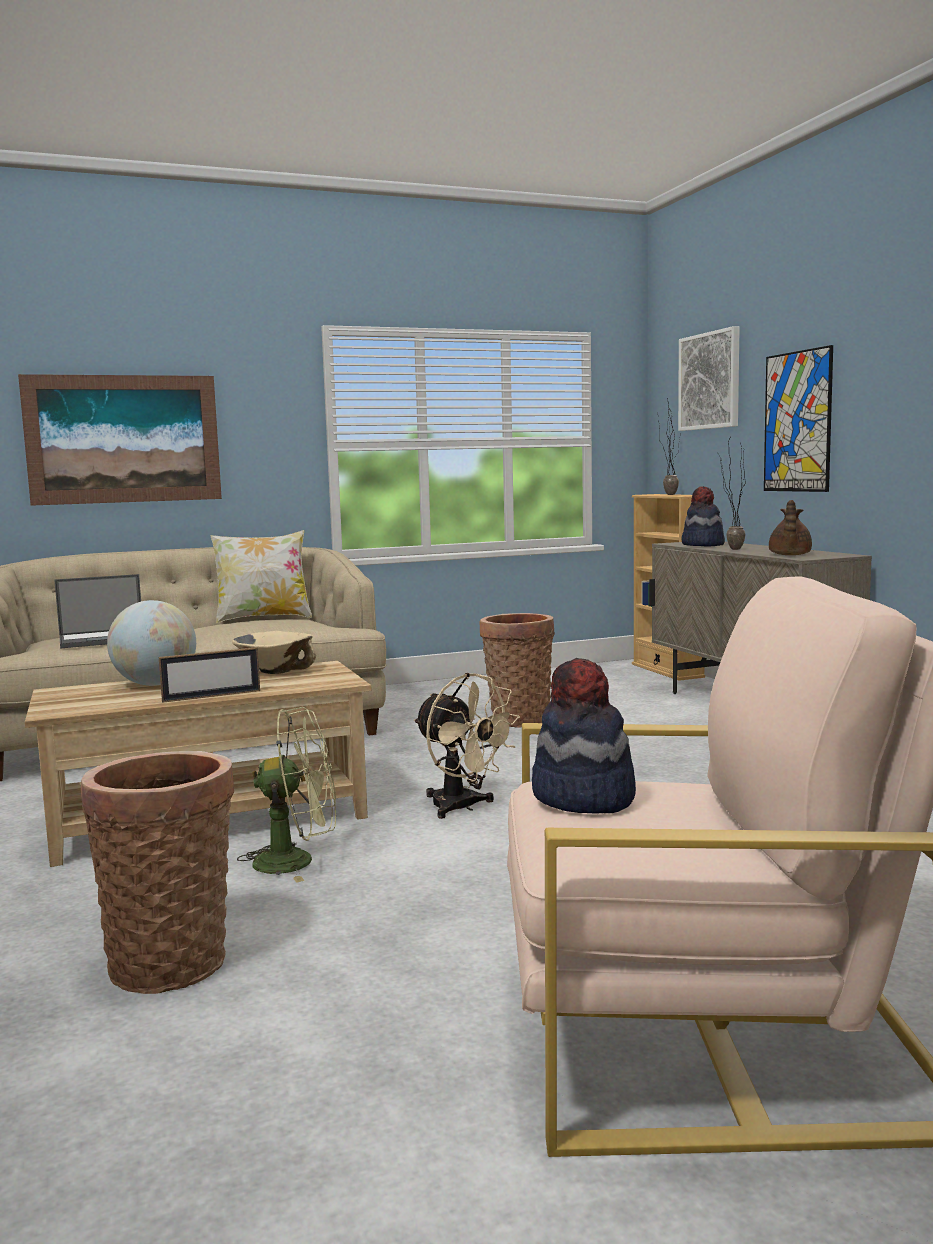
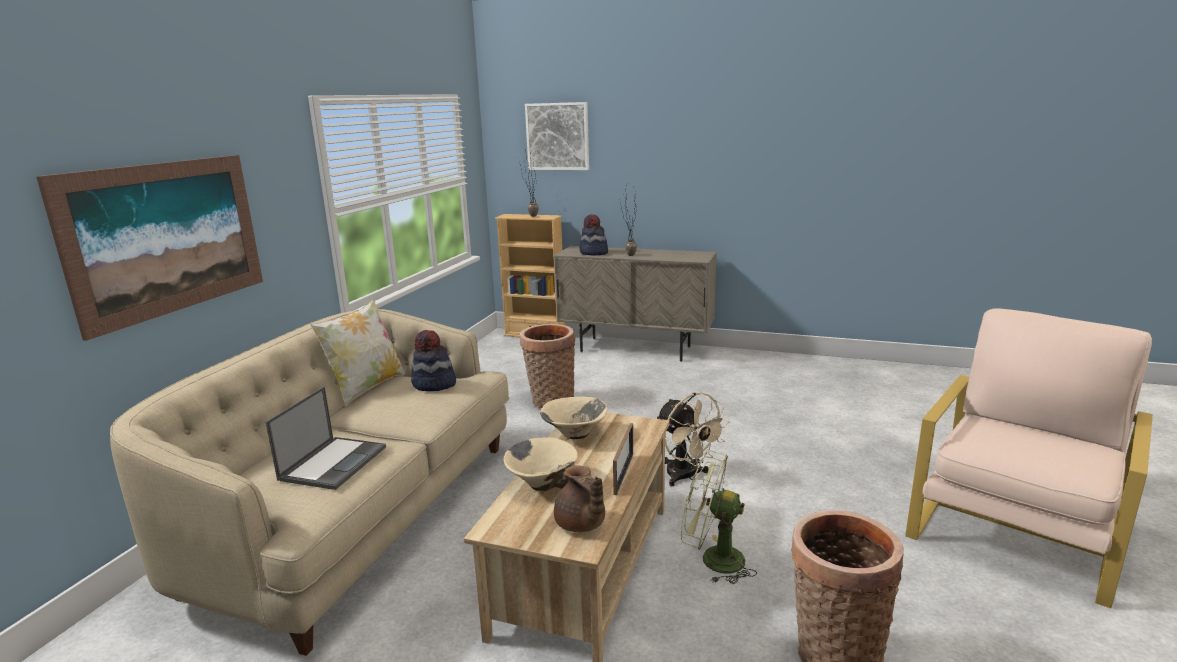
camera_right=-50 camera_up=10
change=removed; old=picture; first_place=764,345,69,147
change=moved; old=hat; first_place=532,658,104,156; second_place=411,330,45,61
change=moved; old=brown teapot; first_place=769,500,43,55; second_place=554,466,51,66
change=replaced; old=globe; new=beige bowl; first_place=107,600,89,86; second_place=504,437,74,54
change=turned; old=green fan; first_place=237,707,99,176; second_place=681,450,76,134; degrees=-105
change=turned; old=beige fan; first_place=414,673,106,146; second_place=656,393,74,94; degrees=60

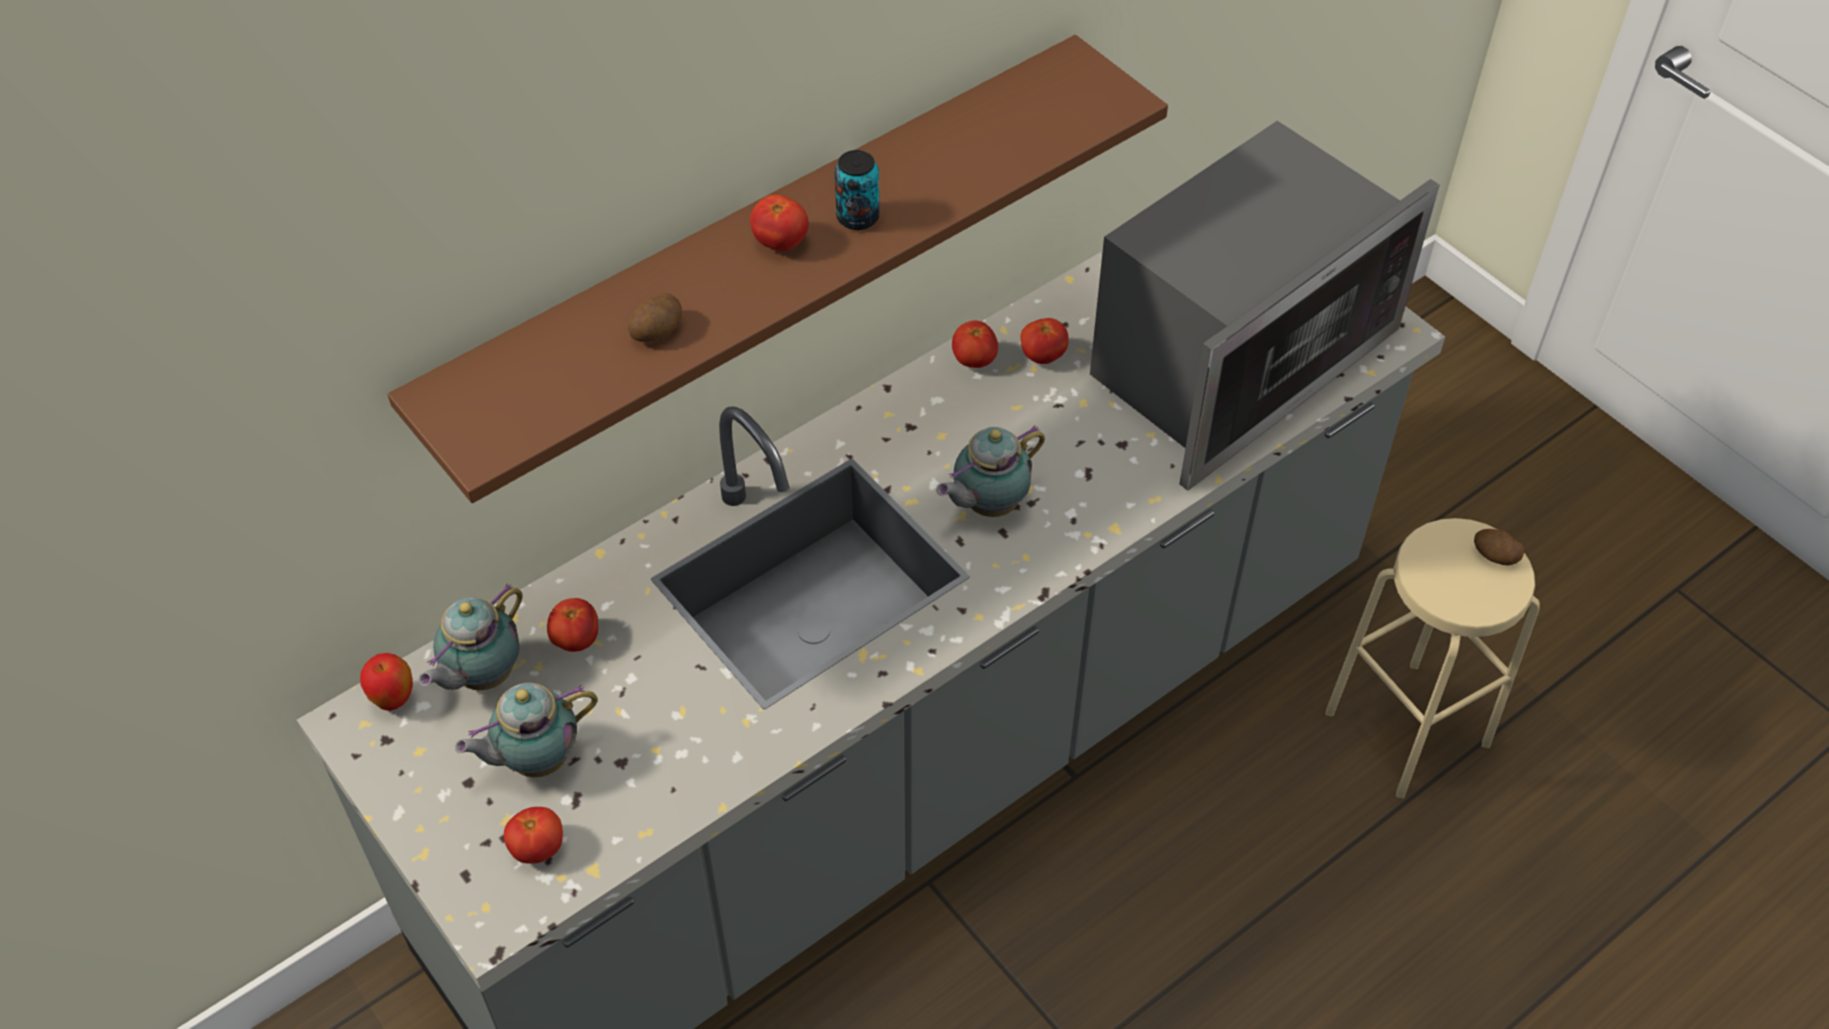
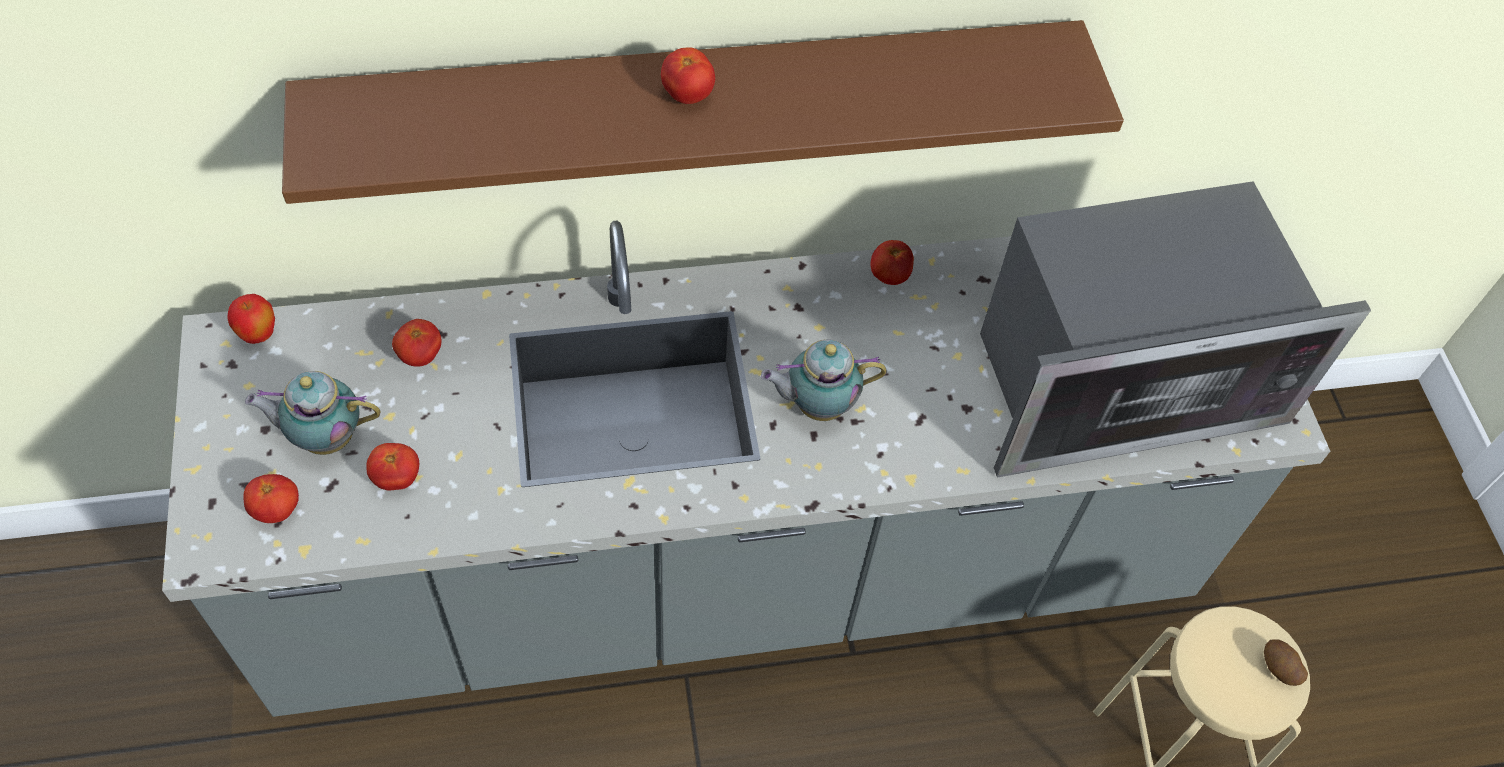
camera_right=25 camera_up=5
change=removed; old=teapot; first_place=419,584,104,106
change=removed; old=potato; first_place=628,293,54,49
change=removed; old=can; first_place=835,150,45,80
change=moved; old=tomato; first_place=1020,318,49,46; second_place=366,443,53,47

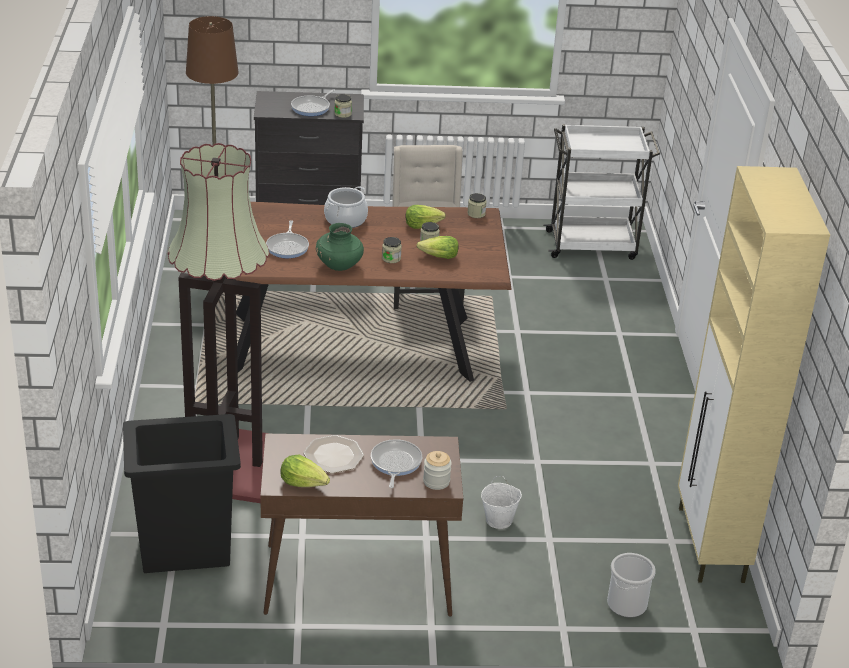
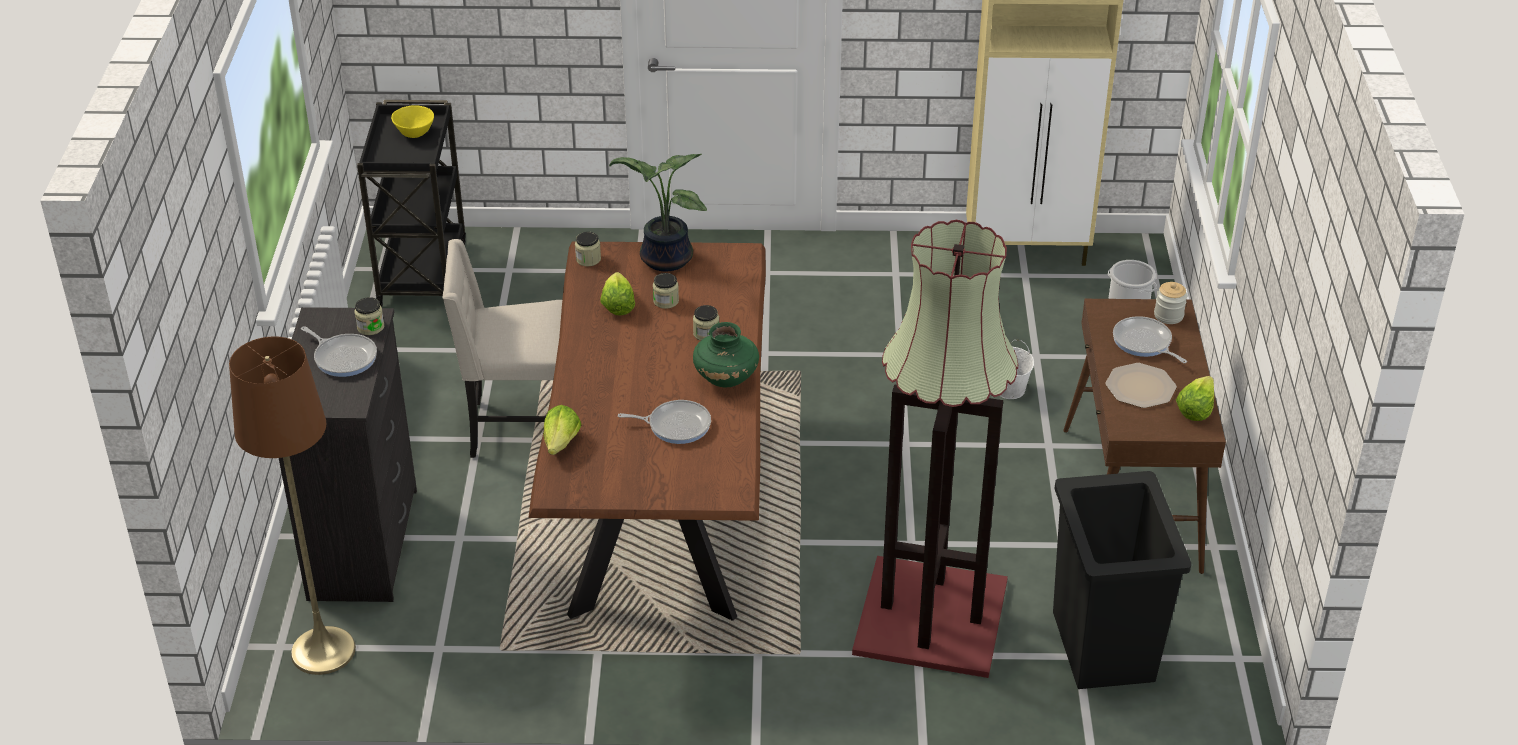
camera_right=-85 camera_up=5
change=removed; old=cooking pot; first_place=324,186,44,42
change=added; new=yellow bowl; second_place=391,105,43,33
change=added; new=potted plant; second_place=609,154,98,118
change=moved; old=lettuce; first_place=417,236,42,23; second_place=544,405,37,50
change=recoloured; old=white cart; new=black cart; first_place=543,124,117,136; second_place=357,100,109,207
change=turned; old=frying pan; first_place=371,439,51,49; second_place=1113,316,74,47; degrees=45

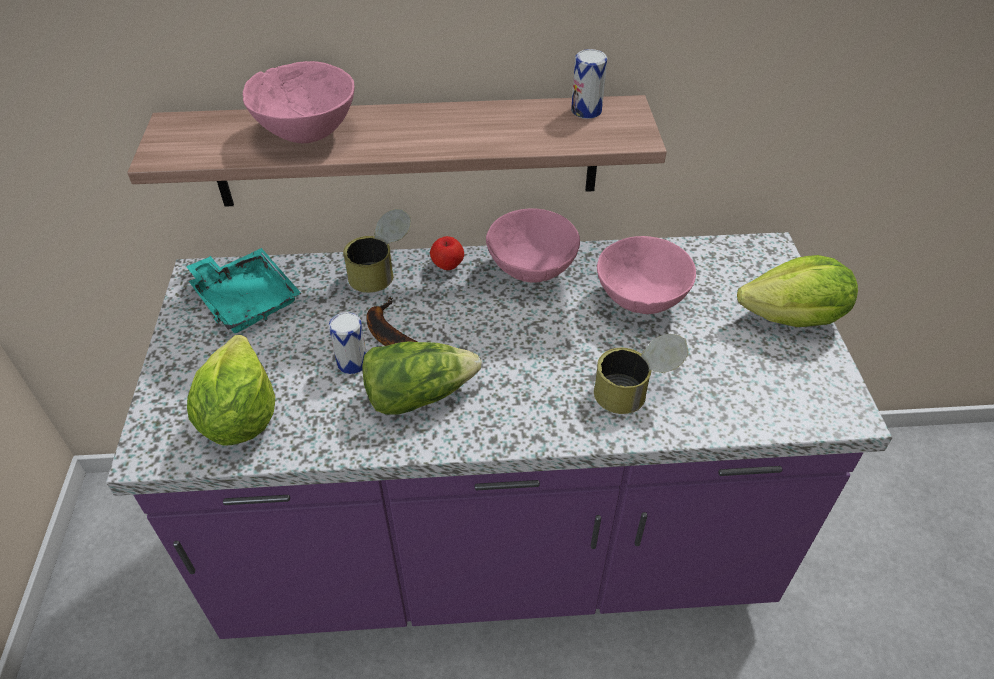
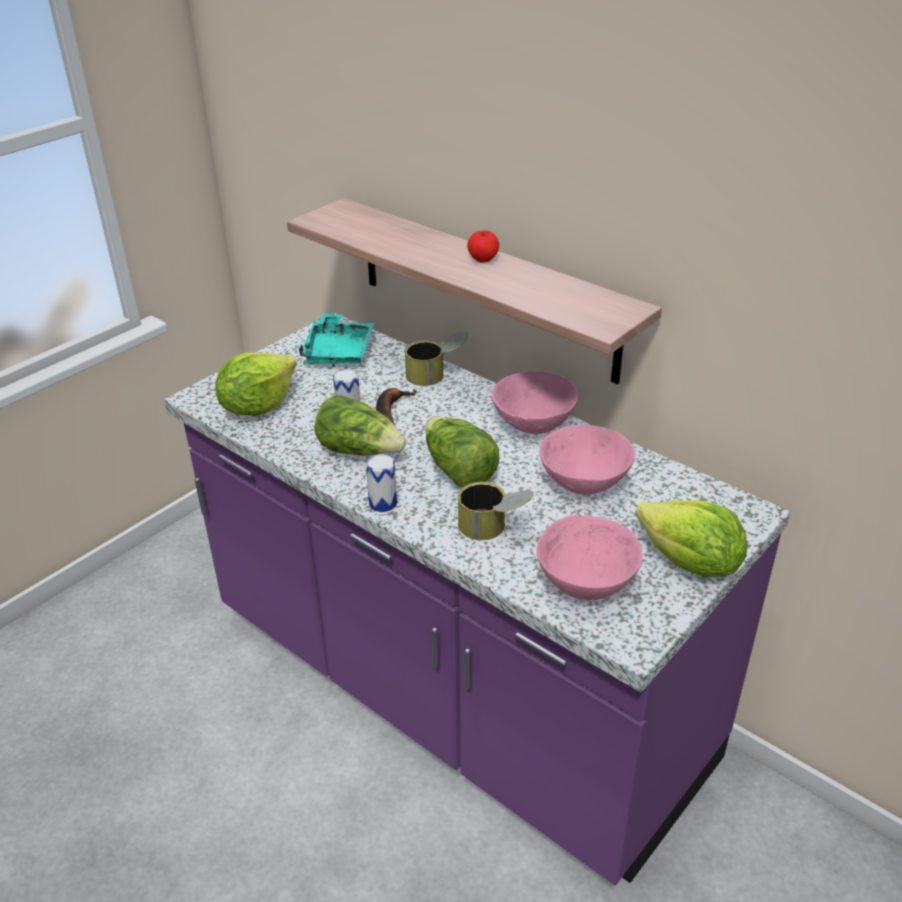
camera_right=45 camera_up=-10
change=added; new=lettuce; second_place=425,417,74,70
change=moved; old=pink bowl; first_place=243,61,111,82; second_place=536,515,107,85
change=moved; old=apple; first_place=430,236,34,34; second_place=467,230,32,33
change=moved; old=can; first_place=571,49,36,70; second_place=366,454,31,58

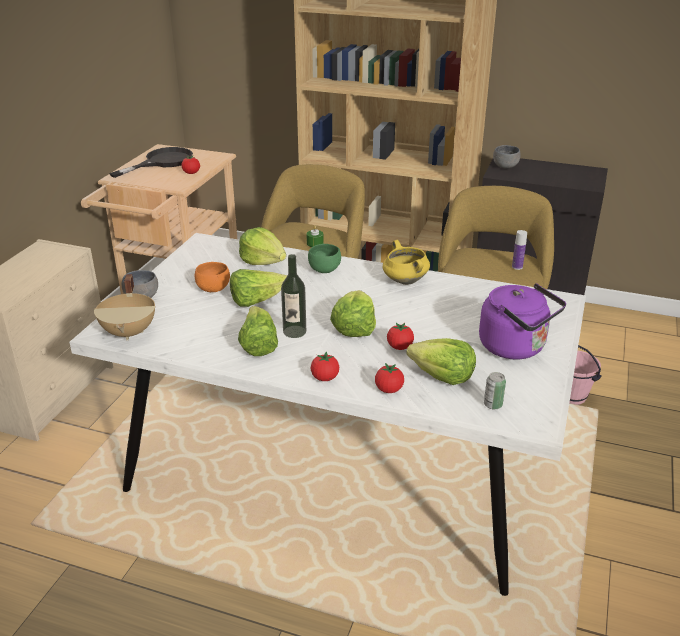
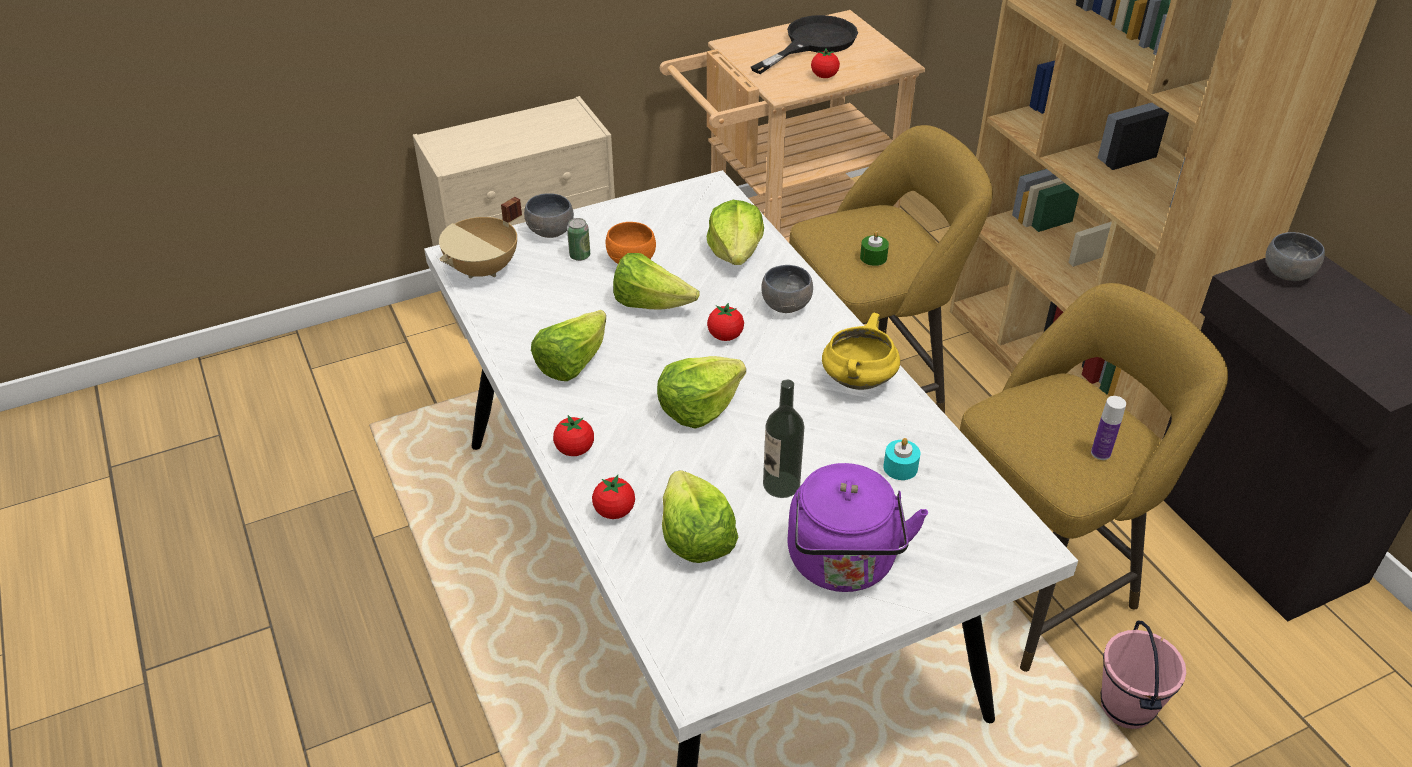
camera_right=45 camera_up=10
change=added; new=turquoise candle; second_place=883,438,37,42
change=moved; old=bottle; first_place=281,254,25,84; second_place=763,380,41,118
change=moved; old=tomato; first_place=387,323,27,27; second_place=707,303,37,38
change=moved; old=can; first_place=484,372,22,37; second_place=567,218,23,43
change=recoloured; old=green bowl; new=grey bowl; first_place=308,244,33,29; second_place=761,265,52,48
change=turned; old=black frying pan; first_place=109,147,84,31; second_place=751,15,107,59; degrees=-45

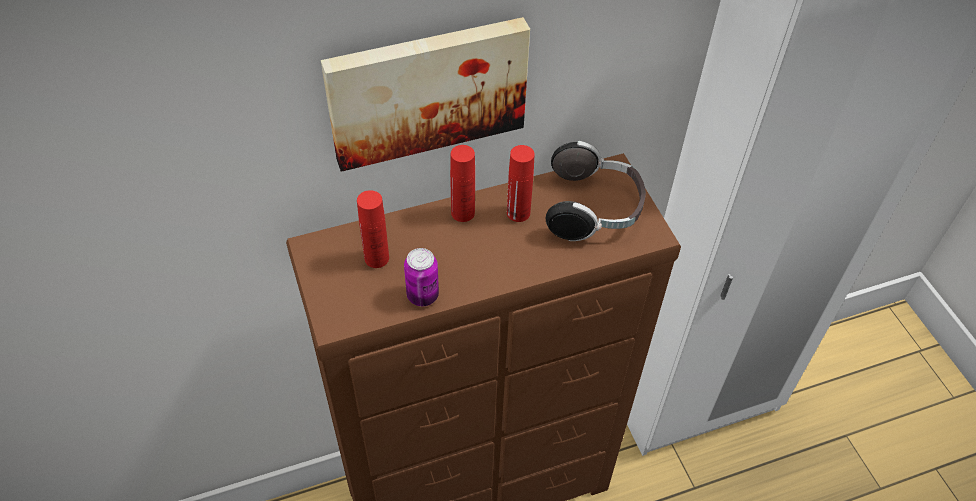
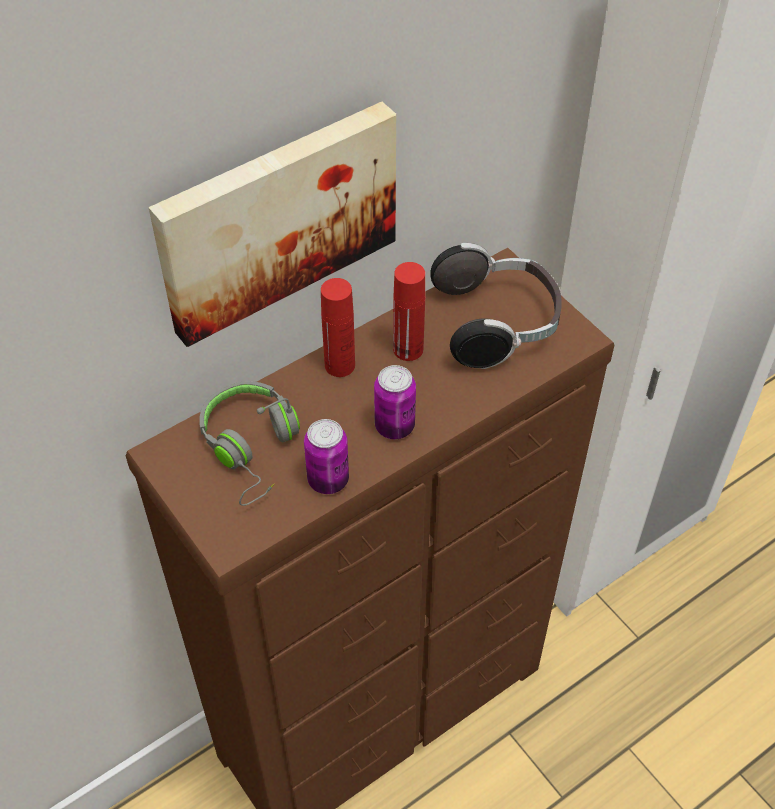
camera_right=-15 camera_up=0
change=added; new=can; second_place=374,365,42,74
change=replaced; old=red bottle; new=grey headphones; first_place=357,190,32,78; second_place=199,381,101,125

